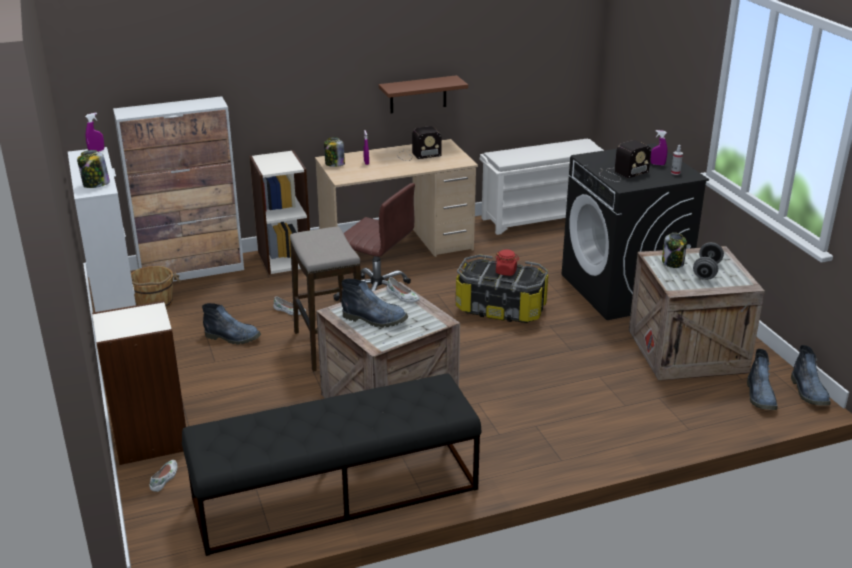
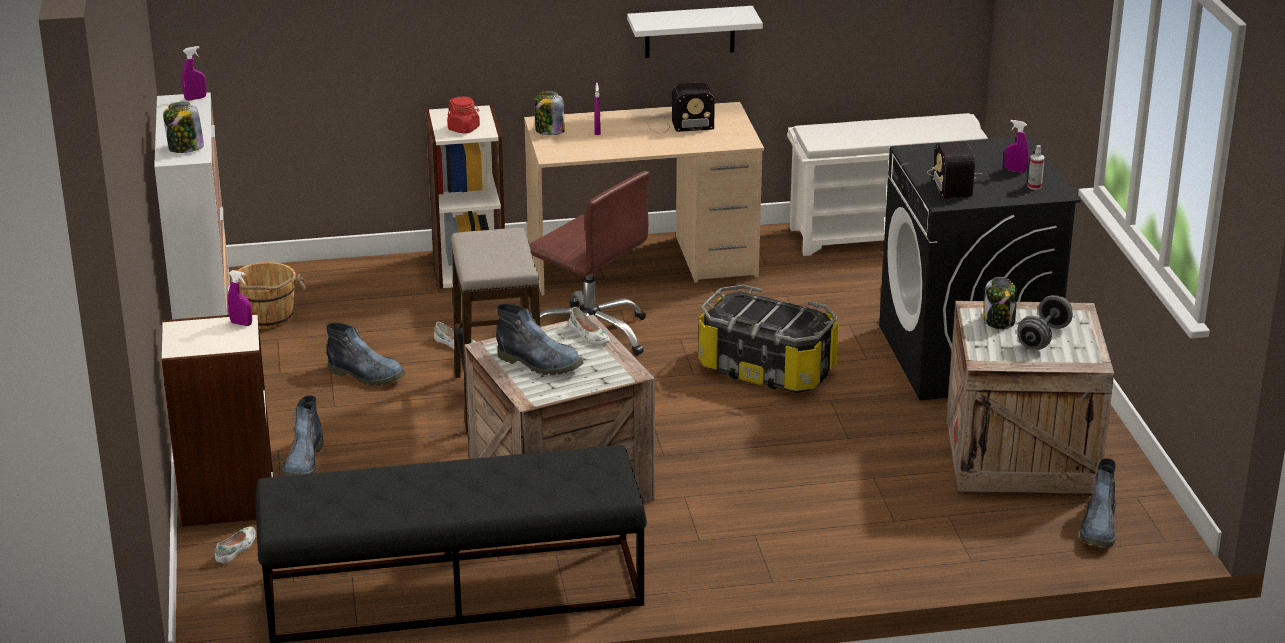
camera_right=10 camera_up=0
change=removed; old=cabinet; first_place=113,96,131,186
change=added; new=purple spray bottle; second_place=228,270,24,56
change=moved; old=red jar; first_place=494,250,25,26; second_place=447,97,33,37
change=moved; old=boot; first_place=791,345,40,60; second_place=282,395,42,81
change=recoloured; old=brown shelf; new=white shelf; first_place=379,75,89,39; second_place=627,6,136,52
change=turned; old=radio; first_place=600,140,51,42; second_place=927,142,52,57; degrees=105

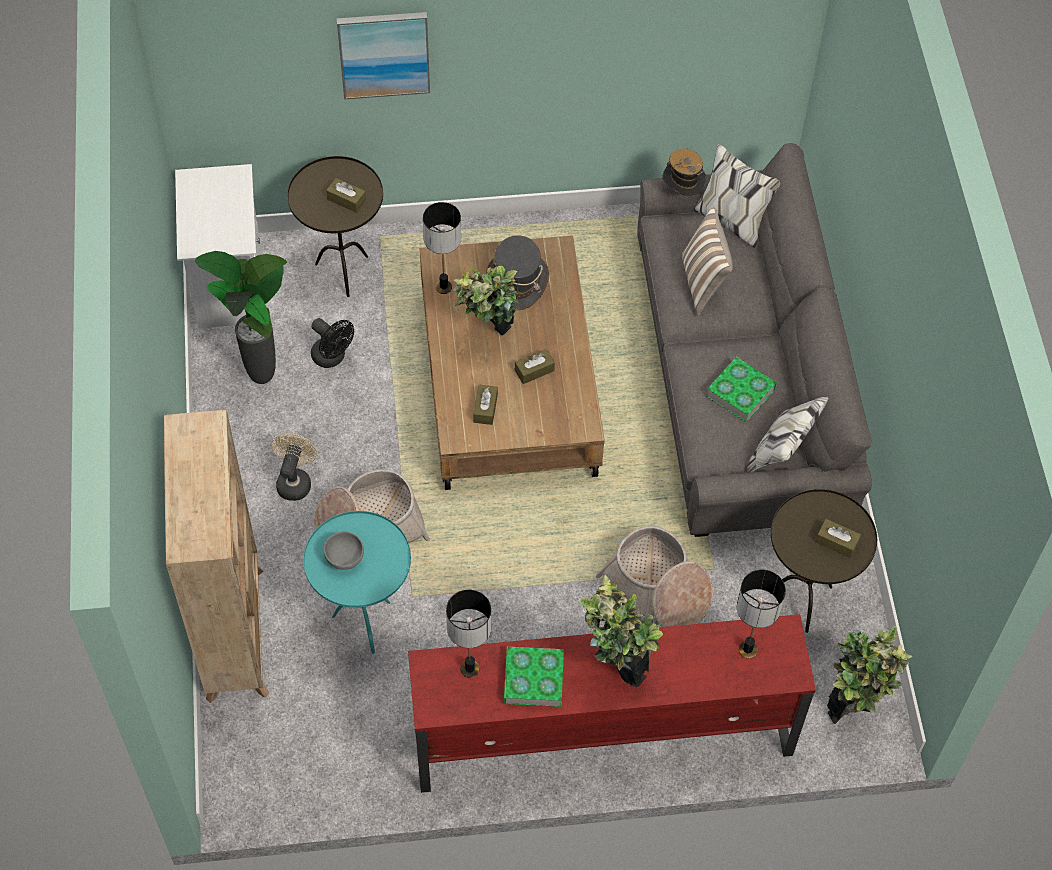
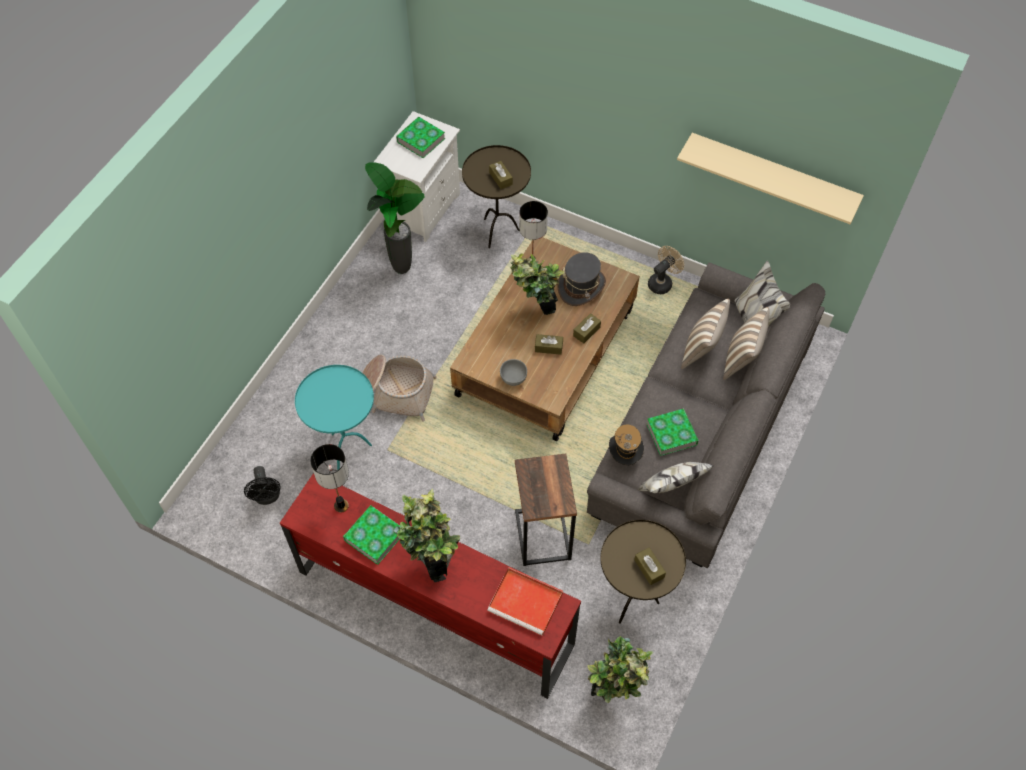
camera_right=35 camera_up=0
change=removed; old=beige bookcase; first_place=163,410,106,293
change=removed; old=picture; first_place=337,12,93,88
change=added; new=book; second_place=396,117,49,41
change=added; new=beige shelf; second_place=677,133,187,91
change=added; new=pillow; second_place=723,307,47,73
change=moved; old=beige fan; first_place=272,433,45,68; second_place=648,246,36,48
change=moved; old=black fan; first_place=311,318,43,50; second_place=244,466,37,39
change=moved; old=grey bowl; first_place=323,531,41,39; second_place=500,359,27,27
change=moved; old=brown tissue box; first_place=473,385,25,40; second_place=573,313,28,30
change=moved; old=hat; first_place=662,148,44,48; second_place=609,424,35,41
change=replaced; old=basket; new=side table; first_place=596,526,117,101; second_place=515,454,62,112
change=replaced; old=table lamp; new=red tray; first_place=737,570,49,89; second_place=487,567,76,69

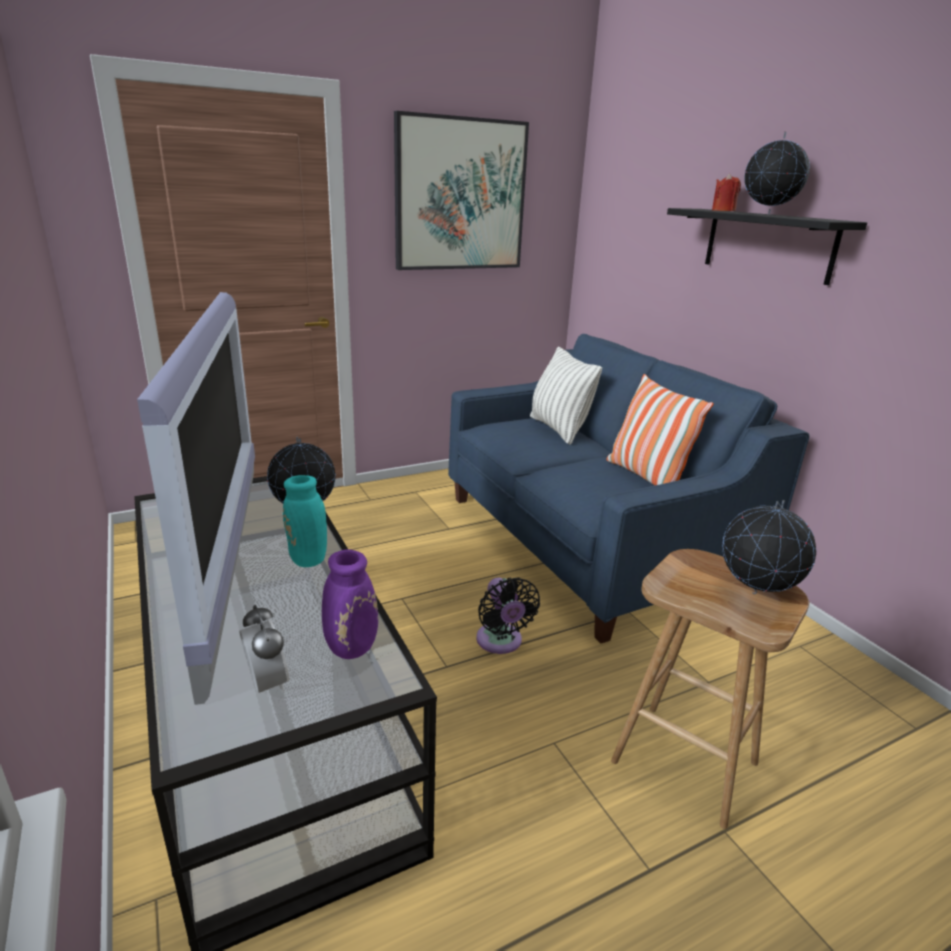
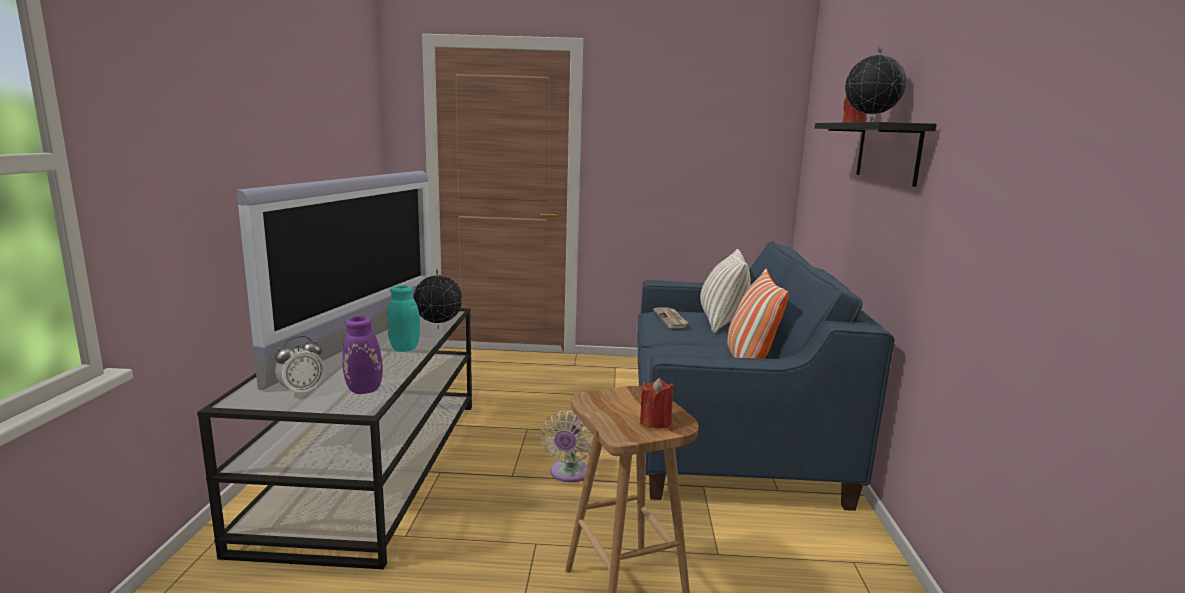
camera_right=30 camera_up=-10
change=removed; old=picture; first_place=394,111,135,159
change=added; new=newspaper; second_place=653,307,35,21
change=replaced; old=globe; new=red candle; first_place=722,500,95,94; second_place=640,378,34,51
change=recoloured; old=black fan; new=beige fan; first_place=476,577,64,77; second_place=540,411,53,71
change=turned; old=alarm clock; first_place=239,605,51,88; second_place=275,336,50,62; degrees=45

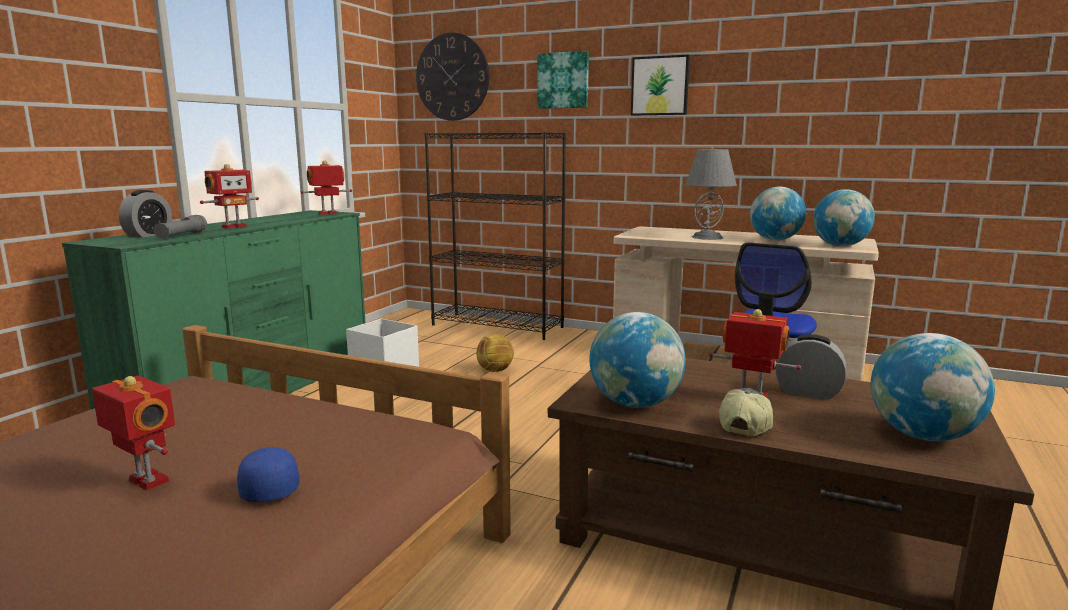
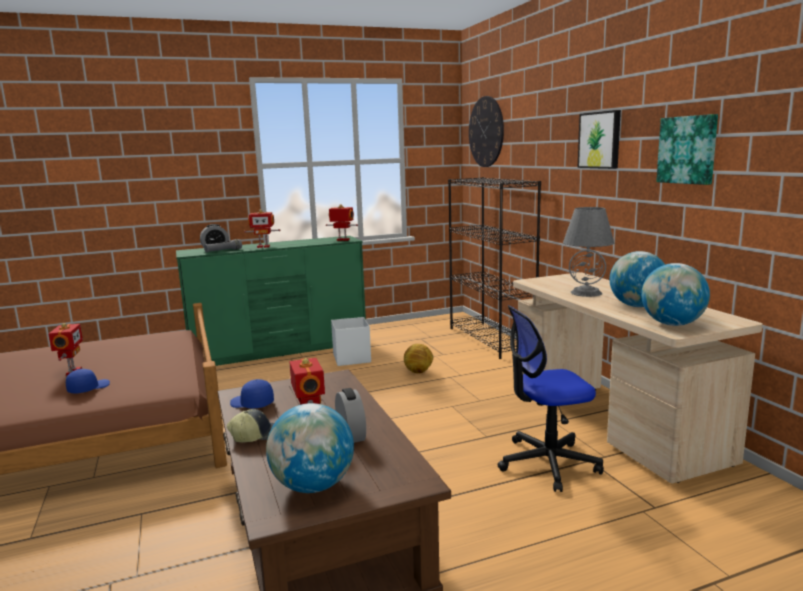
camera_right=45 camera_up=0
change=moved; old=picture; first_place=538,51,51,58; second_place=656,114,62,71
change=replaced; old=globe; new=blue cap; first_place=589,312,97,96; second_place=230,379,44,30

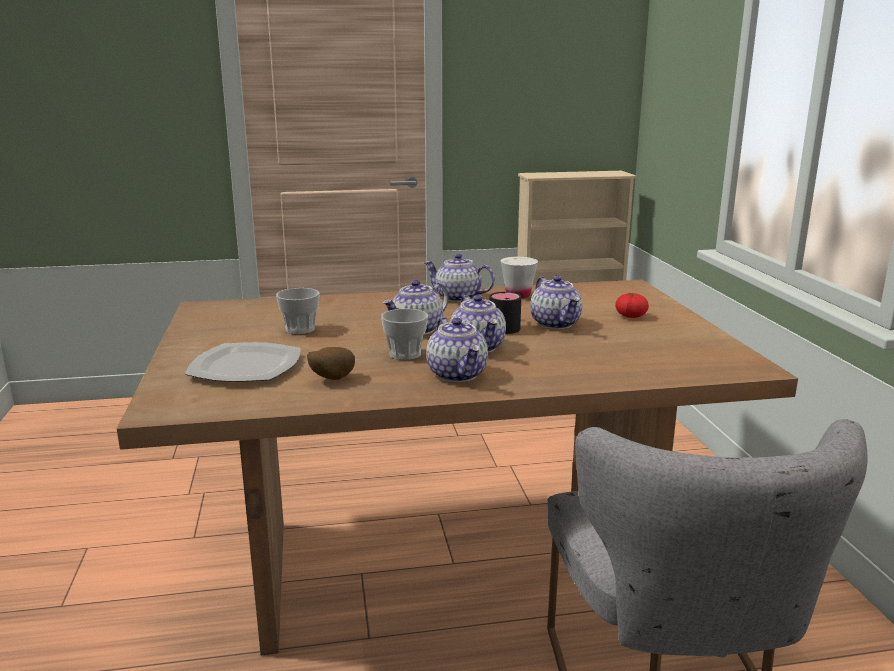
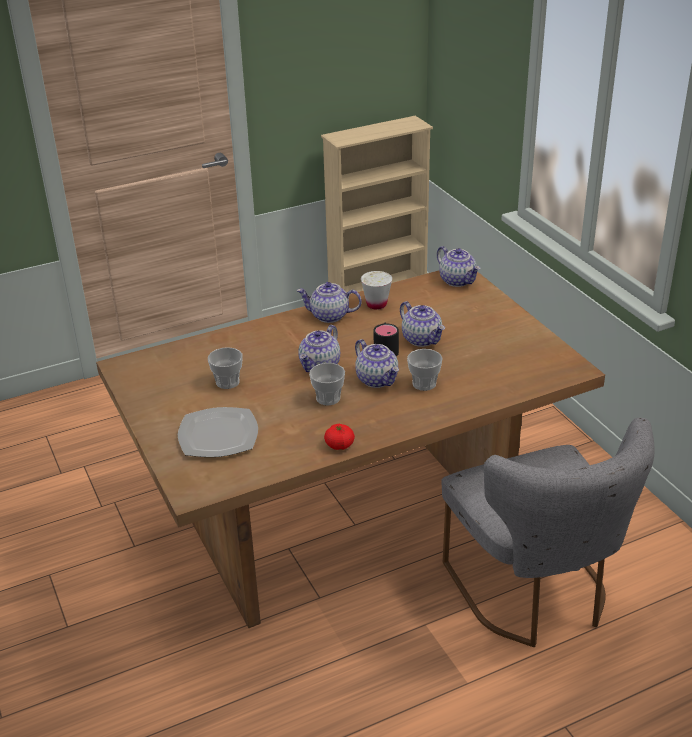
camera_right=-15 camera_up=15
change=removed; old=potato; first_place=307,347,48,33
change=added; new=cup; second_place=407,349,36,42
change=moved; old=teapot; first_place=426,317,62,65; second_place=437,246,43,41
change=moved; old=tomato; first_place=615,293,34,25; second_place=324,424,31,26

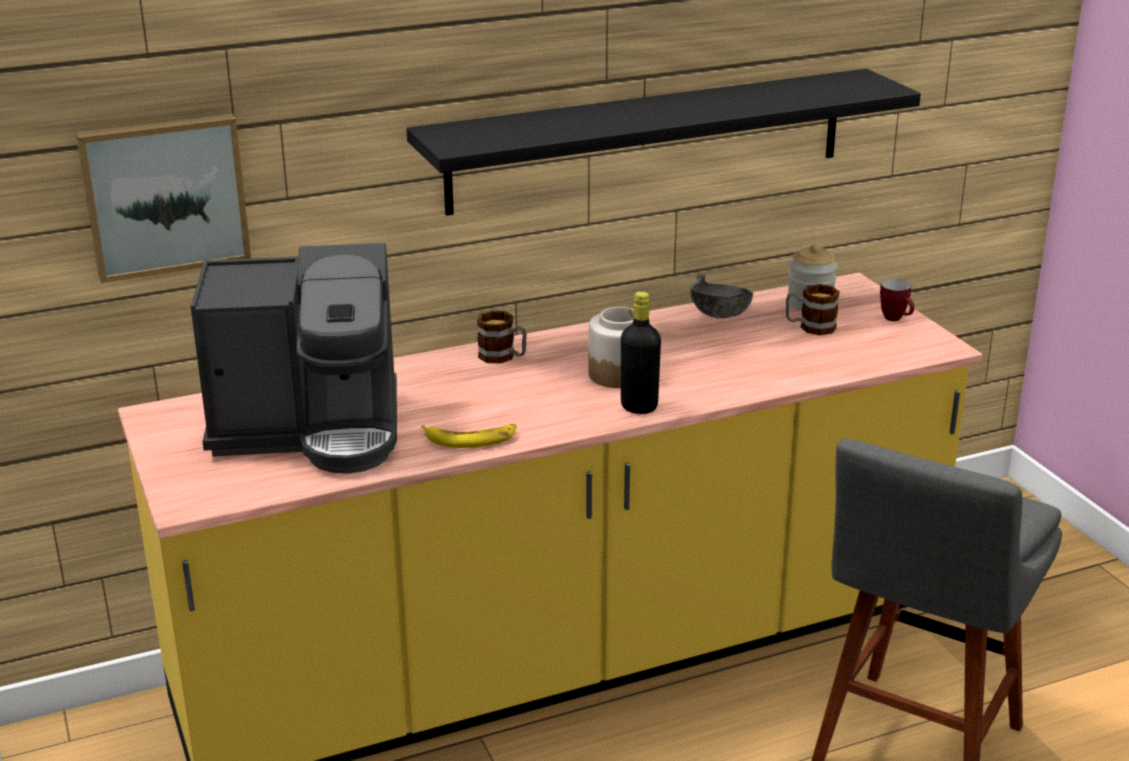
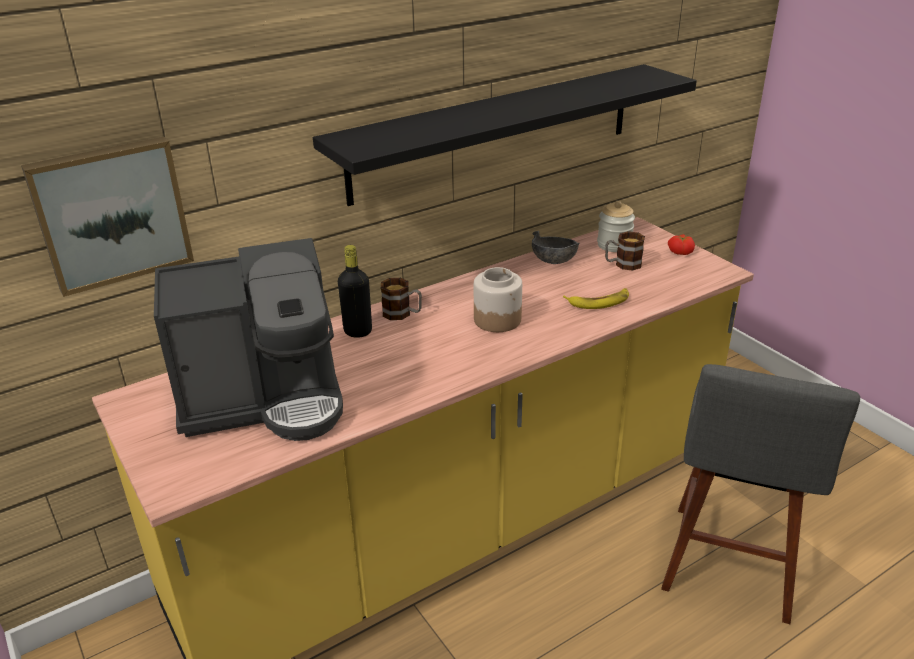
camera_right=-10 camera_up=5
change=moved; old=banana; first_place=421,424,96,24; second_place=563,288,66,21
change=moved; old=black bottle; first_place=621,292,40,122; second_place=338,245,34,93
change=replaced; old=mug; new=tomato; first_place=880,279,34,42; second_place=668,234,27,21

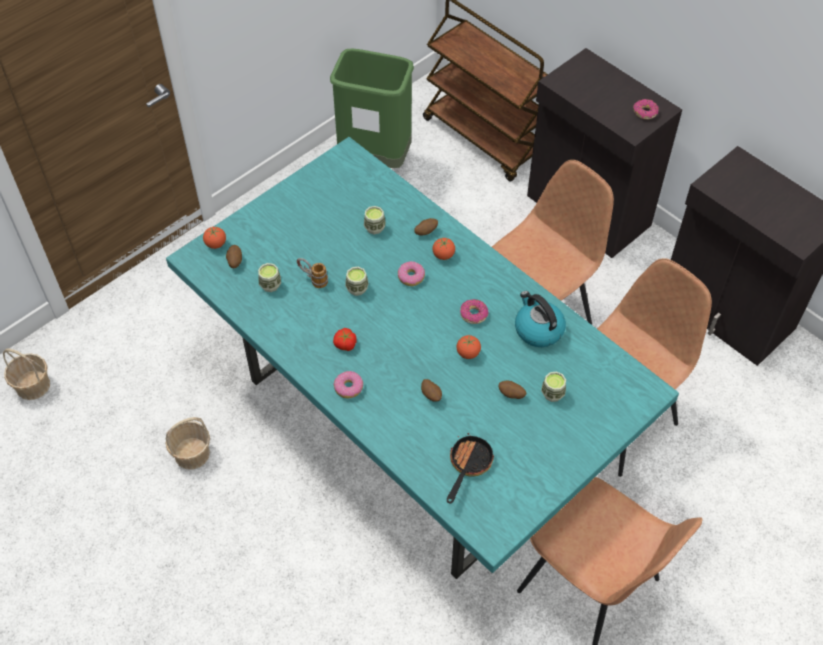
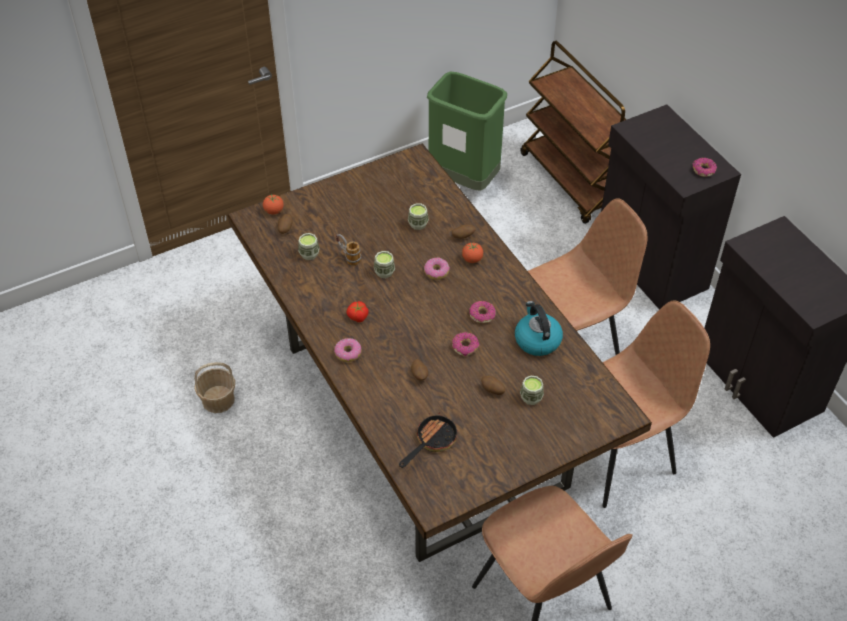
camera_right=15 camera_up=-5
change=removed; old=basket; first_place=3,348,47,52
change=replaced; old=tomato; new=donut; first_place=456,335,25,24; second_place=452,332,27,24
change=recoloured; old=turquoise dining table; new=brown dining table; first_place=166,137,513,442; second_place=228,144,424,418

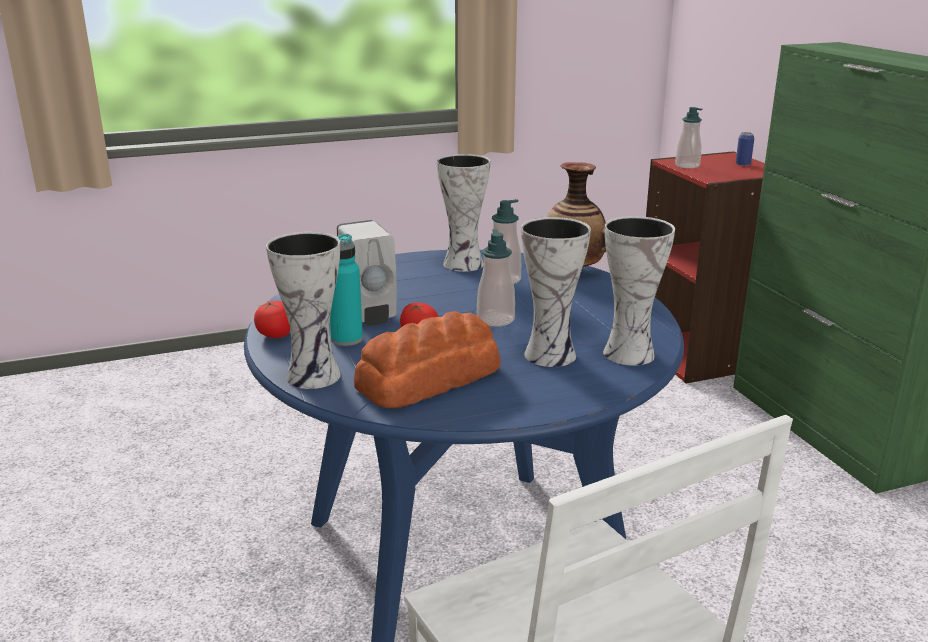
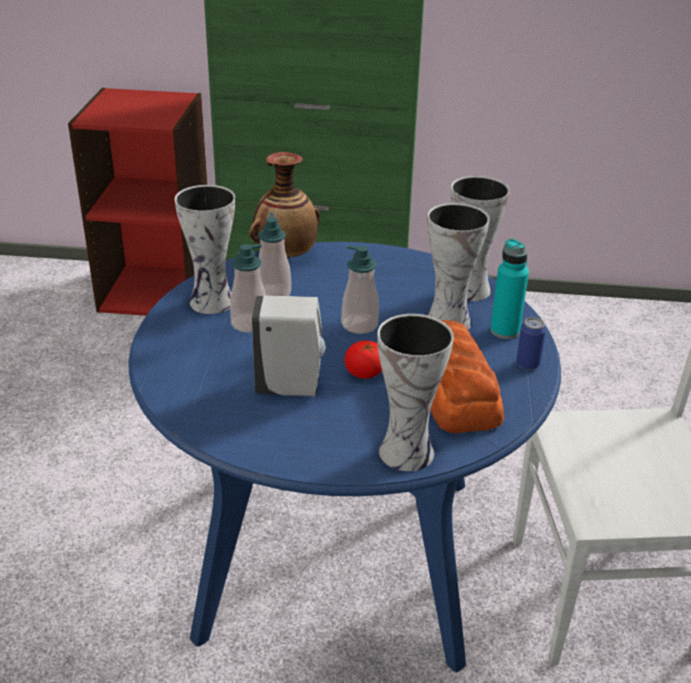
camera_right=-65 camera_up=10
change=removed; old=tomato; first_place=254,301,36,37
change=moved; old=turquoise bottle; first_place=330,234,33,112; second_place=490,239,39,100
change=moved; old=soap dispenser; first_place=675,107,28,61; second_place=230,244,36,89
change=moved; old=can; first_place=736,132,18,34; second_place=516,317,30,53

